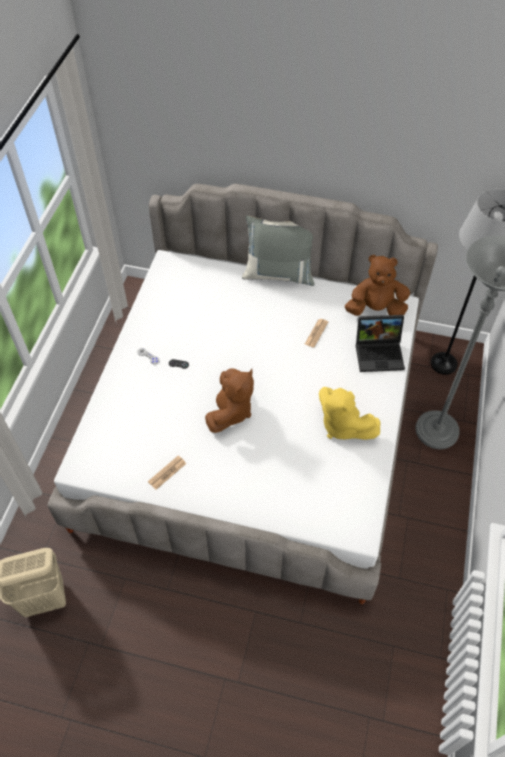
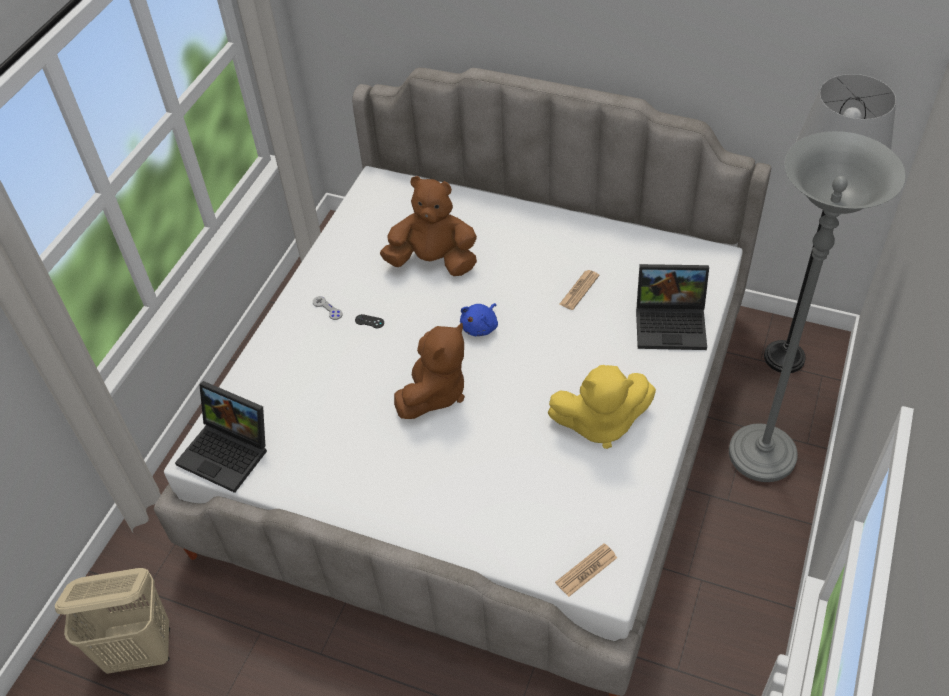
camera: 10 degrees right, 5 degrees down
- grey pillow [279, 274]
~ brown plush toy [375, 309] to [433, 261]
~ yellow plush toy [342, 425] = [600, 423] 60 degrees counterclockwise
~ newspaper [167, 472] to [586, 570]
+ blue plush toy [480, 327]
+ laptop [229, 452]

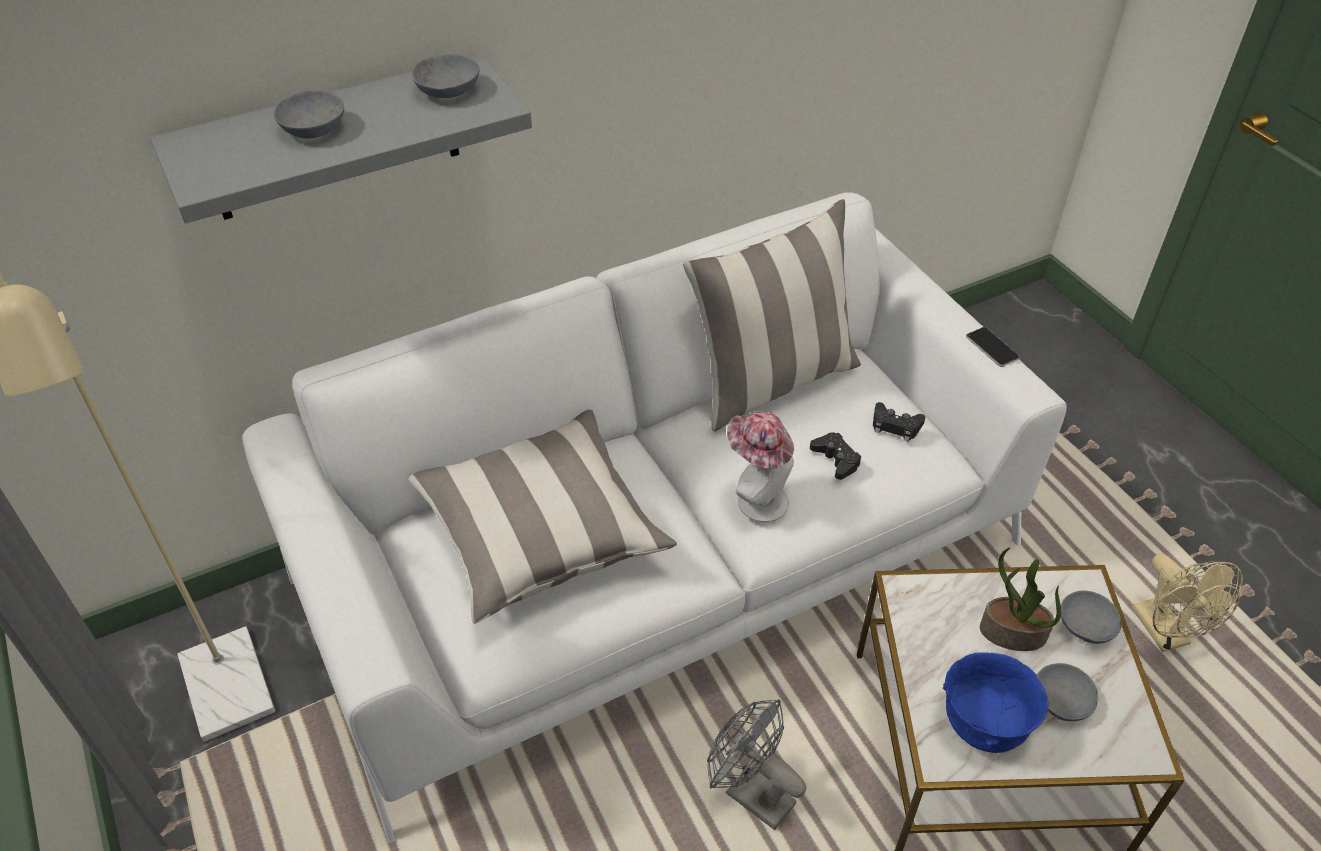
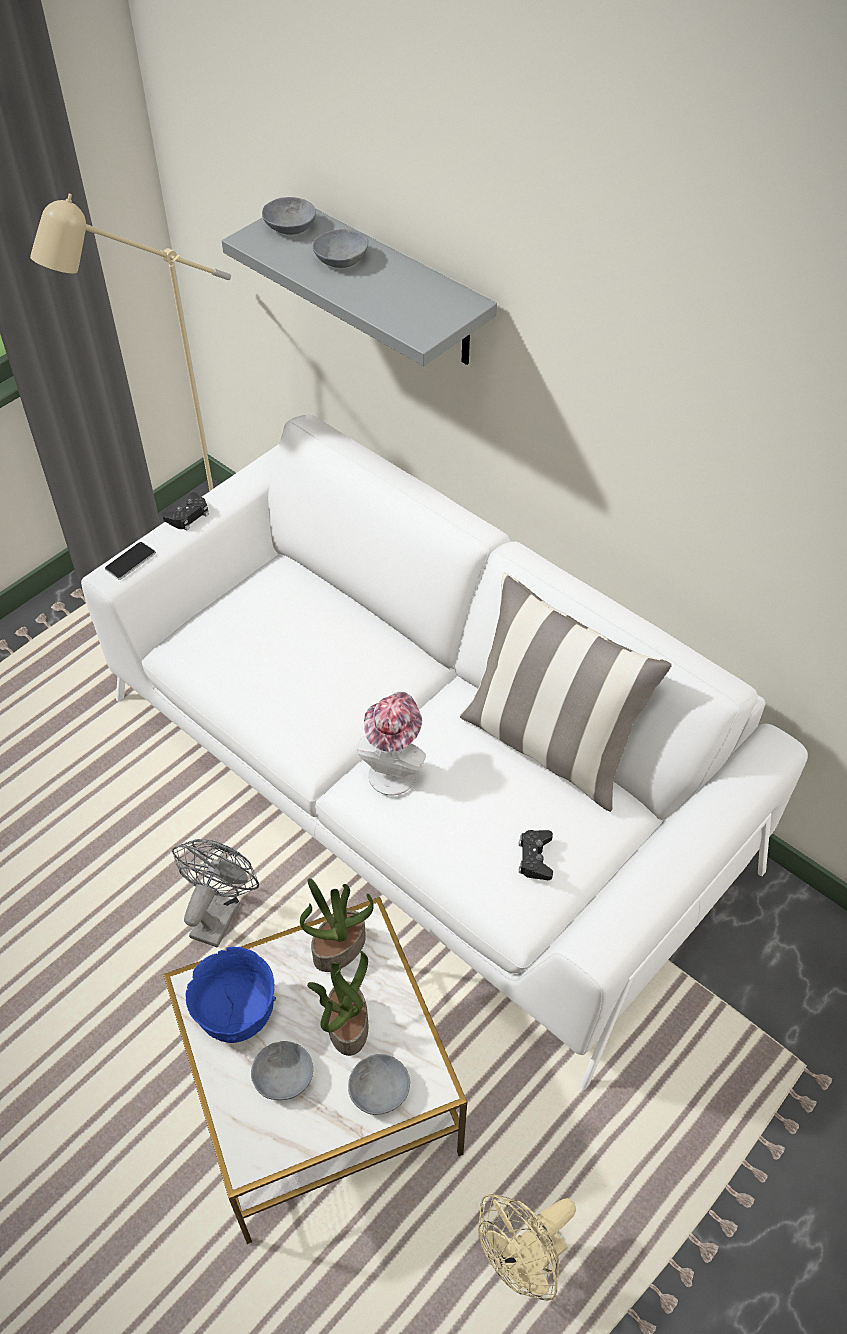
camera: 70 degrees right, 5 degrees up
~ grey bowl [448, 91] to [288, 227]
~ phone [992, 348] to [130, 561]
- pillow [540, 533]
~ black game controller [836, 459] to [188, 516]
+ potted plant [339, 946]

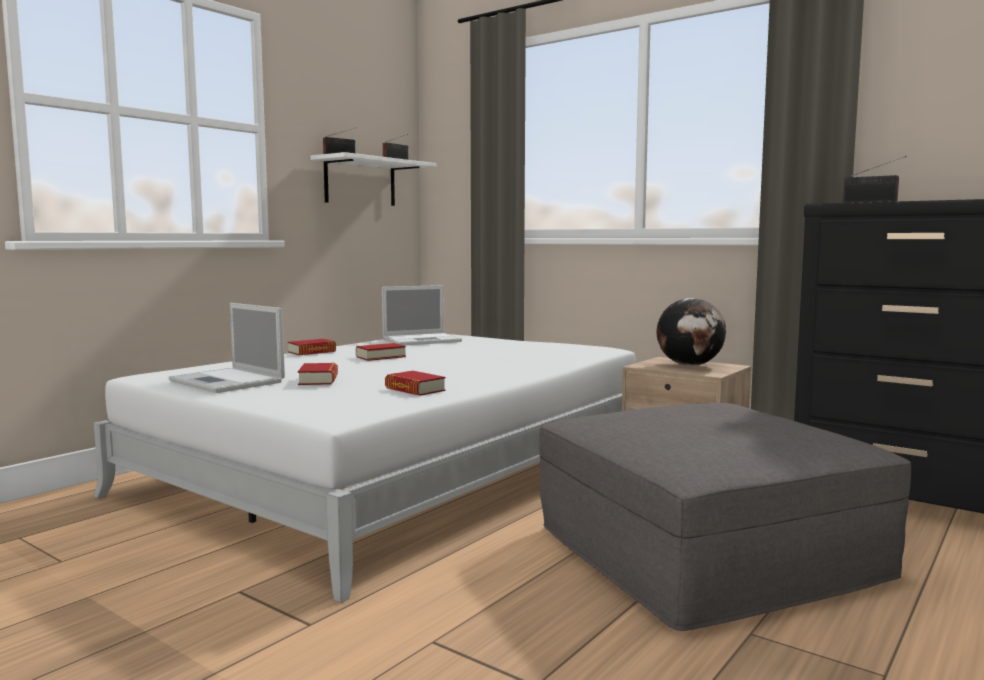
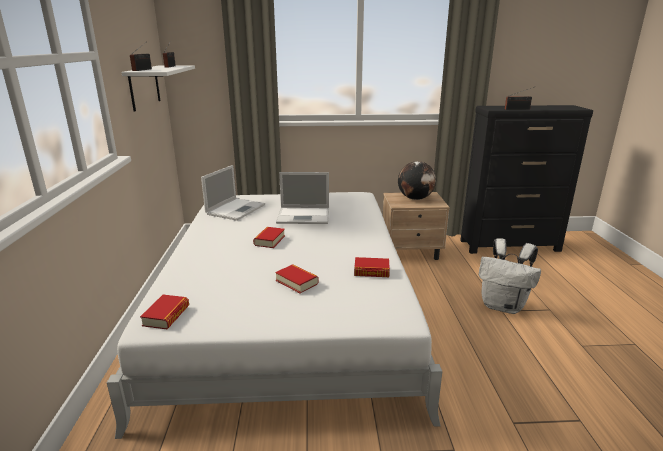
camera: 40 degrees left, 15 degrees up
~ laptop [228, 381] to [304, 216]
~ book [312, 352] to [166, 316]
~ grey ottoman [707, 552] to white backpack [503, 306]

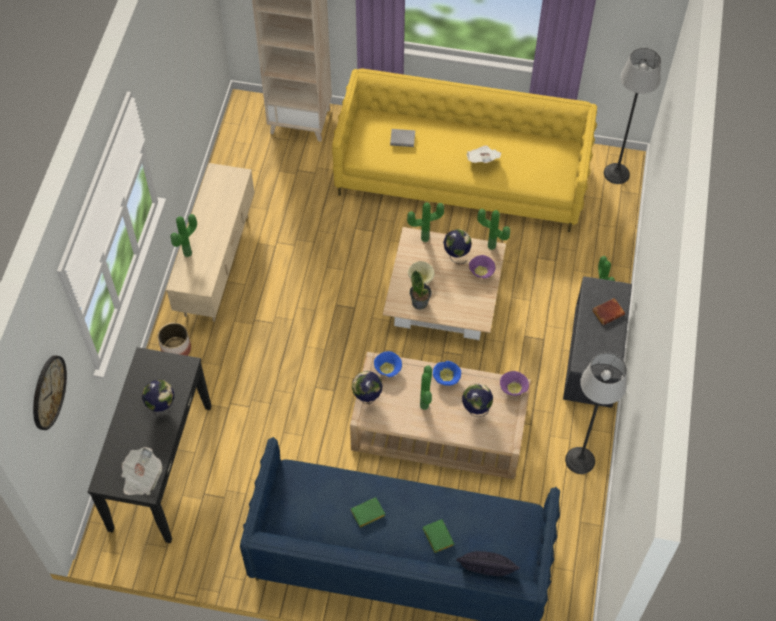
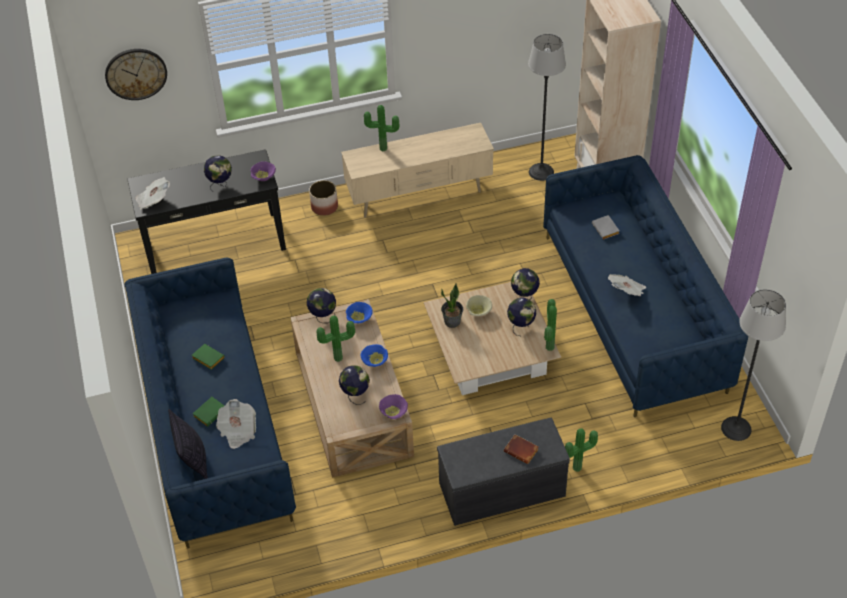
camera: 65 degrees right, 10 degrees down
~ yellow sofa [461, 177] to blue sofa [633, 312]
~ potted plant [424, 237] to globe [524, 297]
~ purple bowl [482, 272] to [263, 178]
~ floor lamp [580, 460] to [541, 172]
+ newspaper [238, 431]

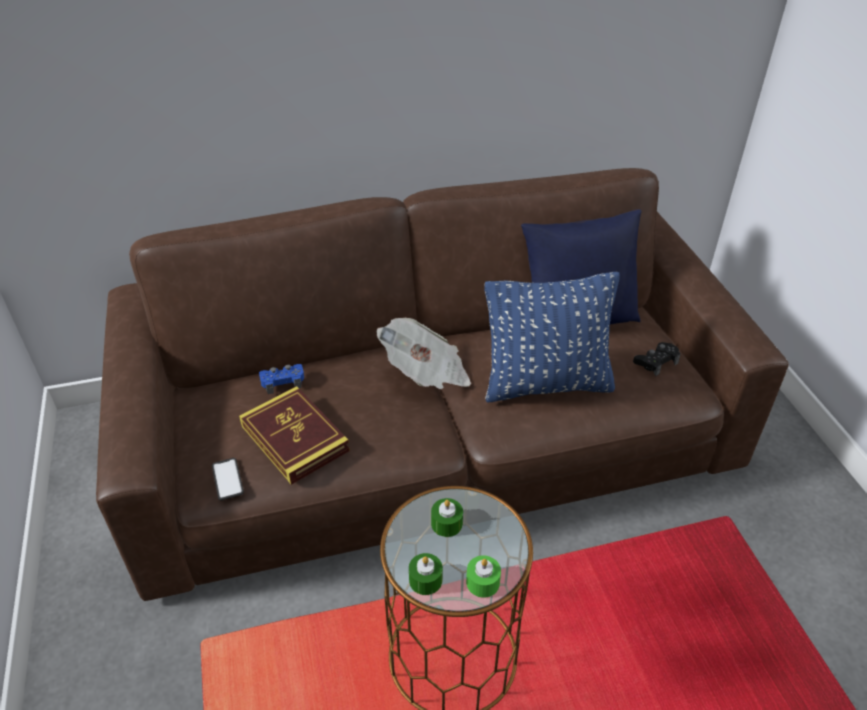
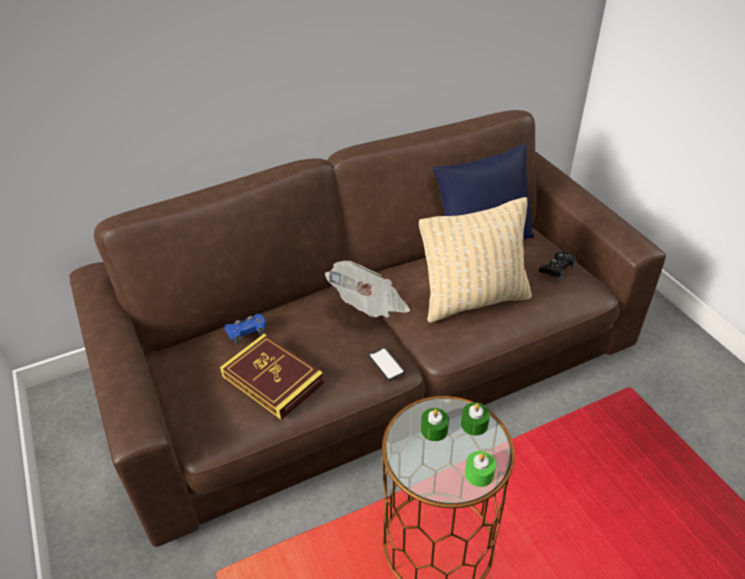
camera: 10 degrees left, 0 degrees up
~ blue pillow [546, 384] to beige pillow [473, 300]
~ phone [227, 479] to [386, 364]
~ green candle [425, 580] to [474, 424]

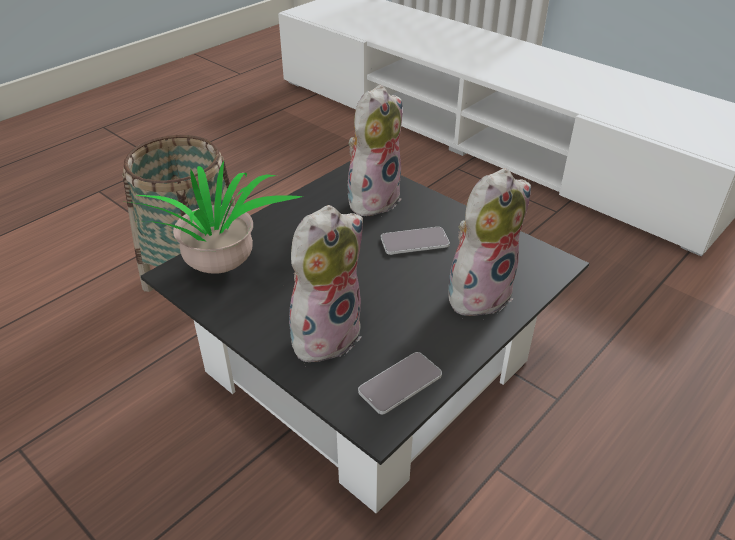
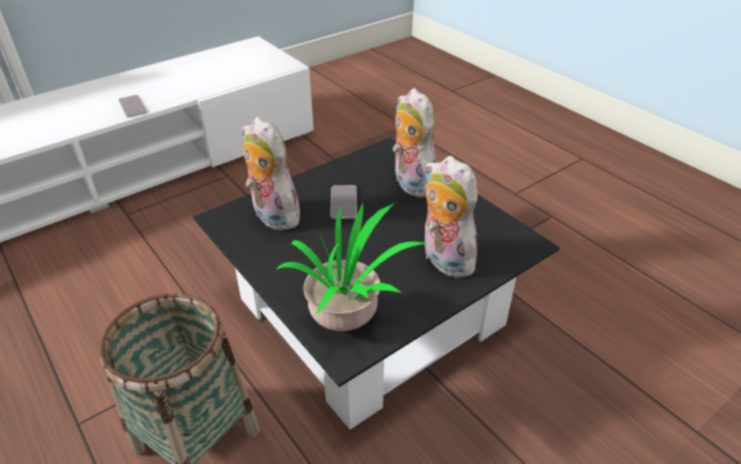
camera: 80 degrees left, 0 degrees up
~ phone [400, 383] to [132, 107]

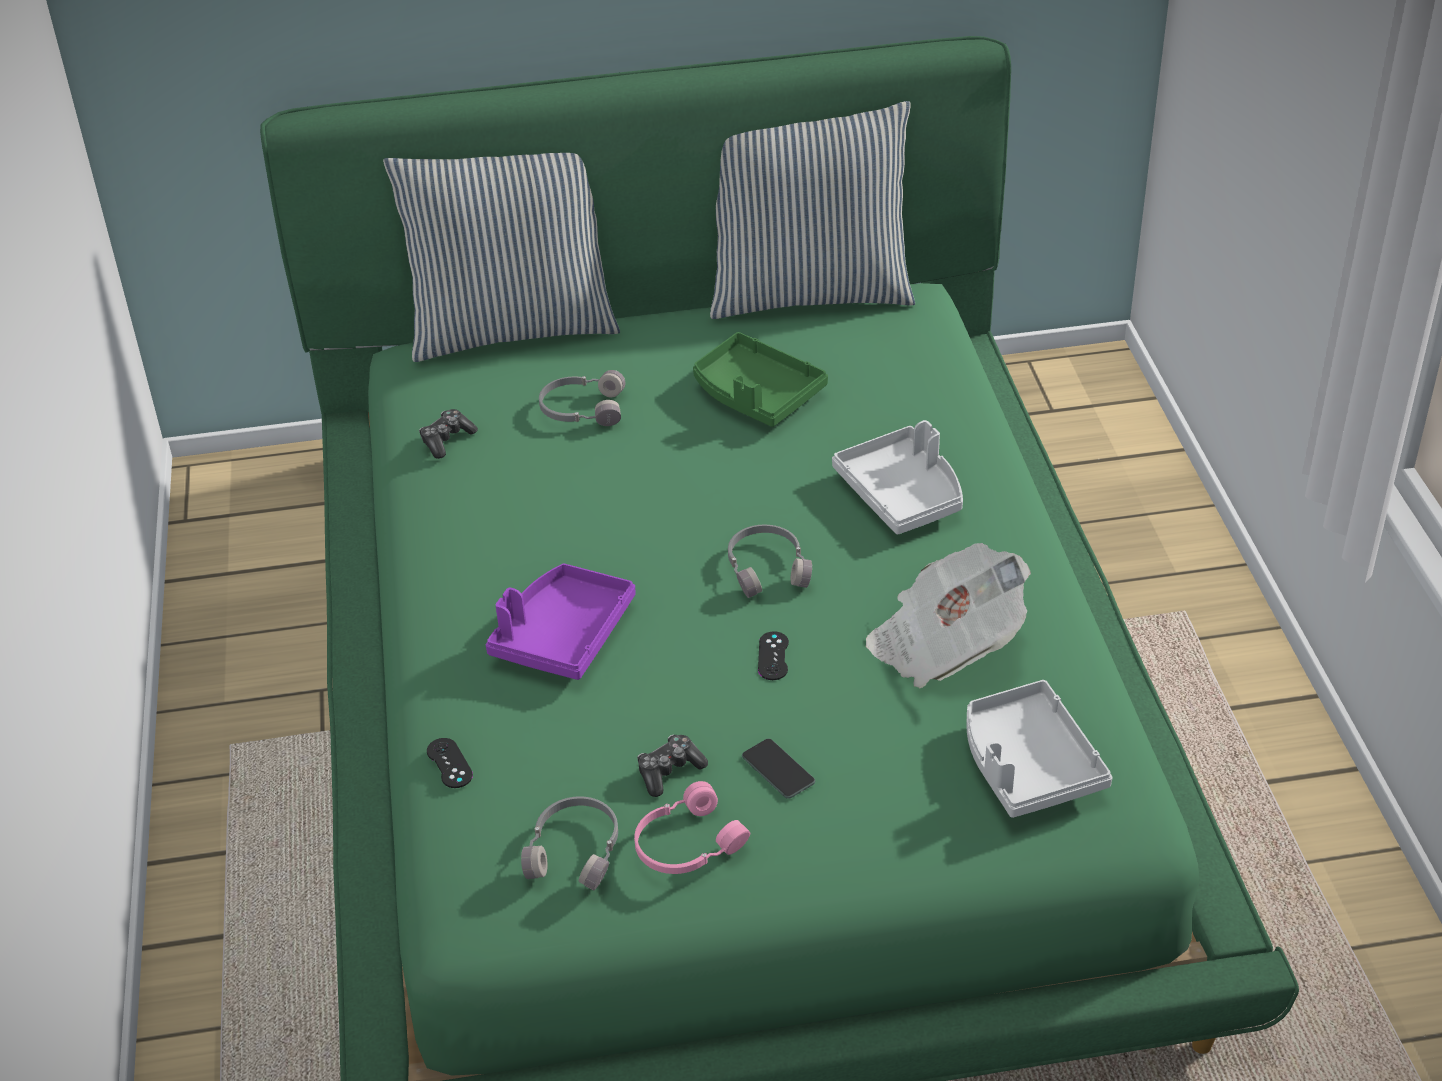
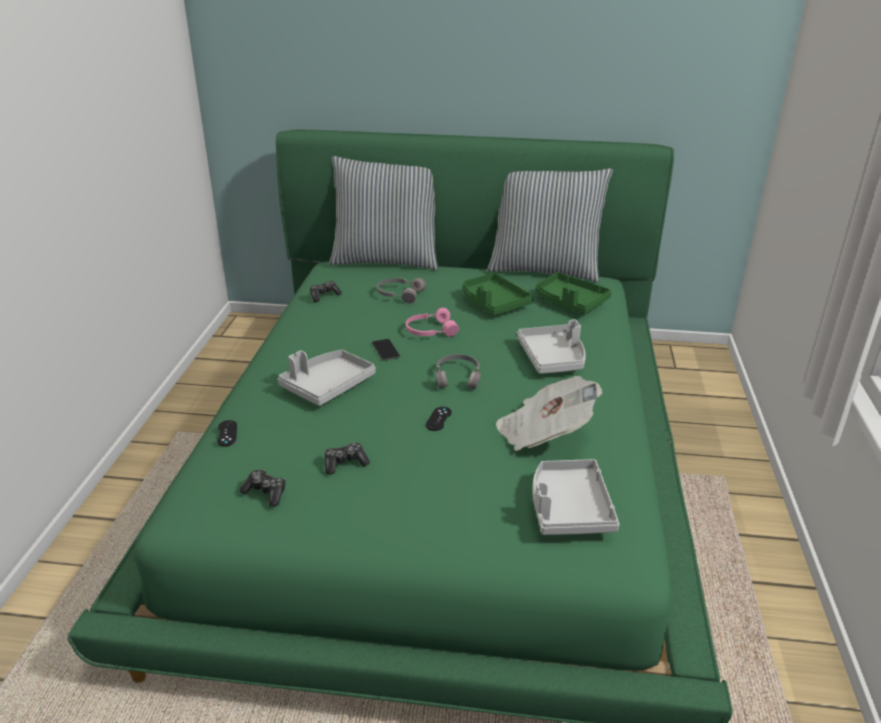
camera: 15 degrees right, 10 degrees down
~ purple tray [562, 635] to grey tray [327, 386]
~ phone [778, 769] to [385, 350]
~ pink headphones [686, 844] to [430, 330]
~ grey headphones [576, 851] to game controller [265, 493]
+ green tray [570, 302]

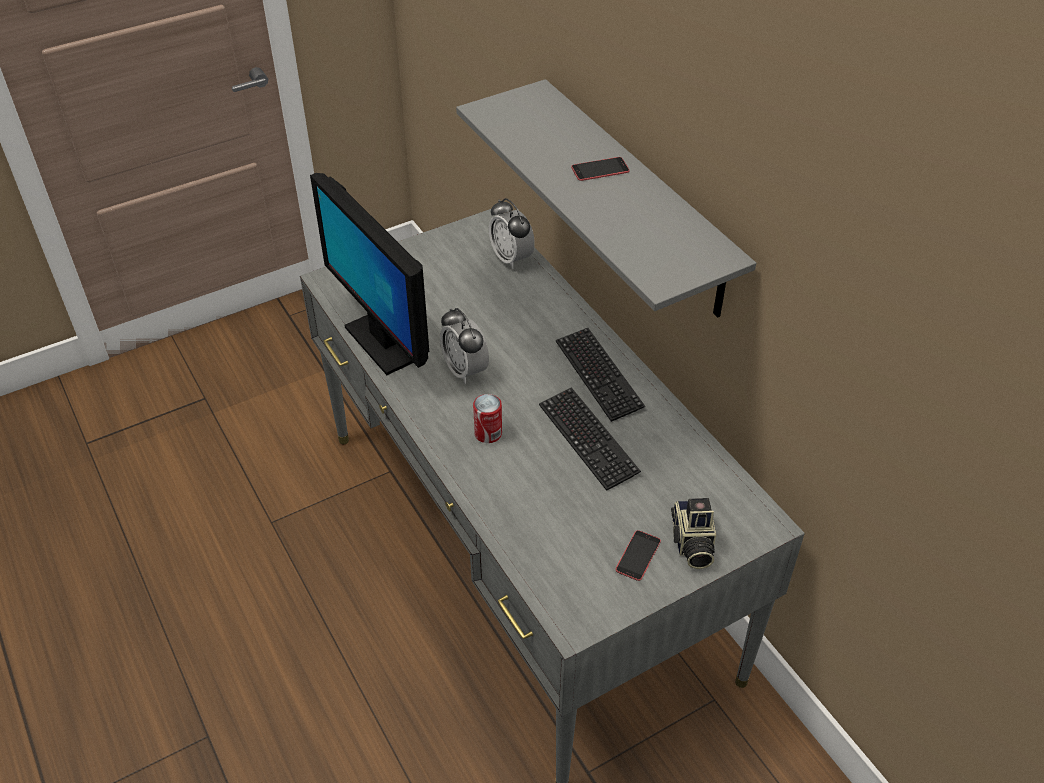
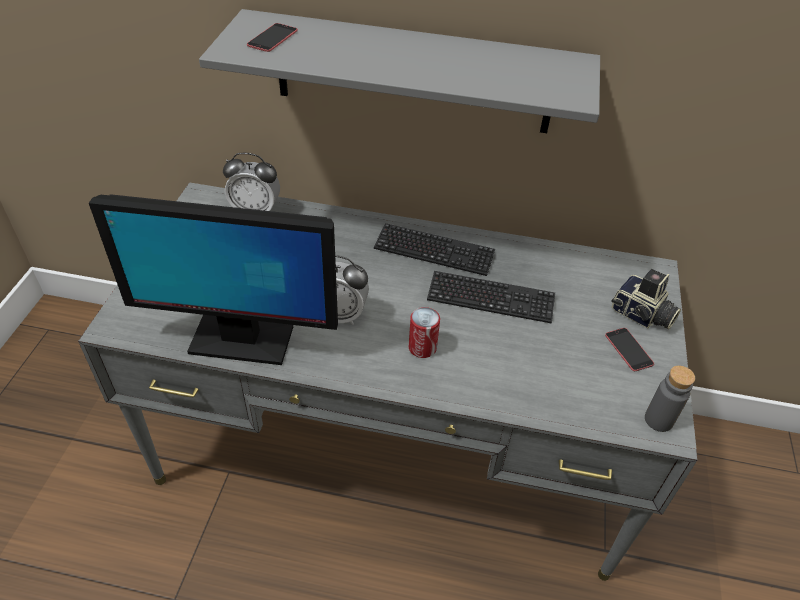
camera: 50 degrees left, 0 degrees up
~ phone [600, 169] to [272, 38]
+ grey bottle [658, 420]

